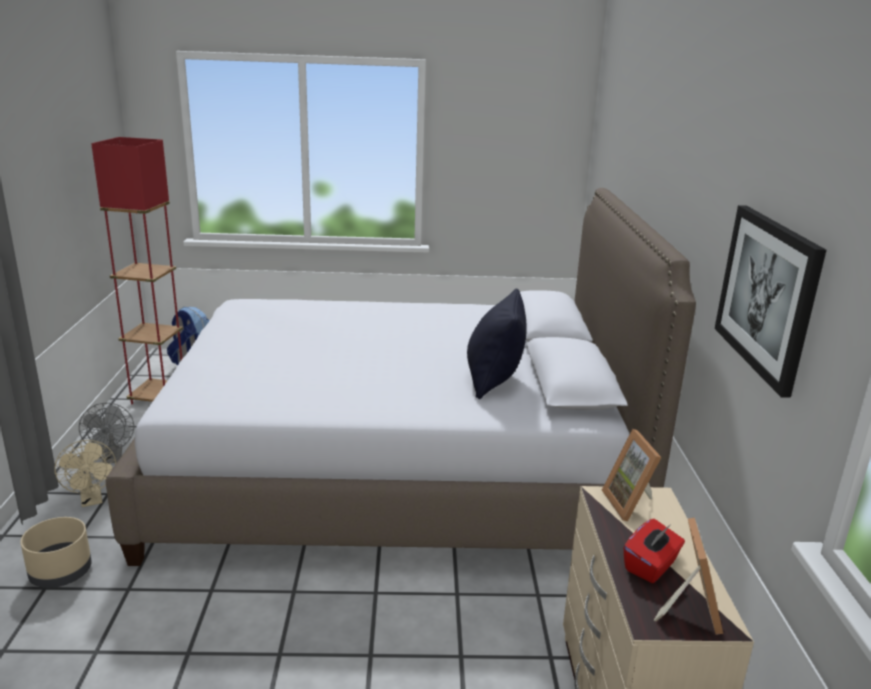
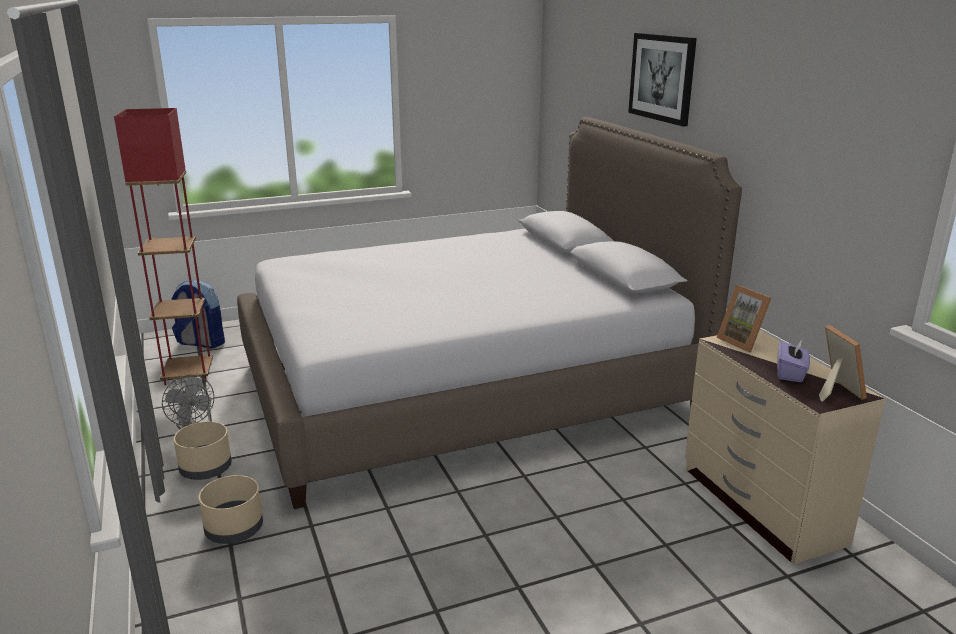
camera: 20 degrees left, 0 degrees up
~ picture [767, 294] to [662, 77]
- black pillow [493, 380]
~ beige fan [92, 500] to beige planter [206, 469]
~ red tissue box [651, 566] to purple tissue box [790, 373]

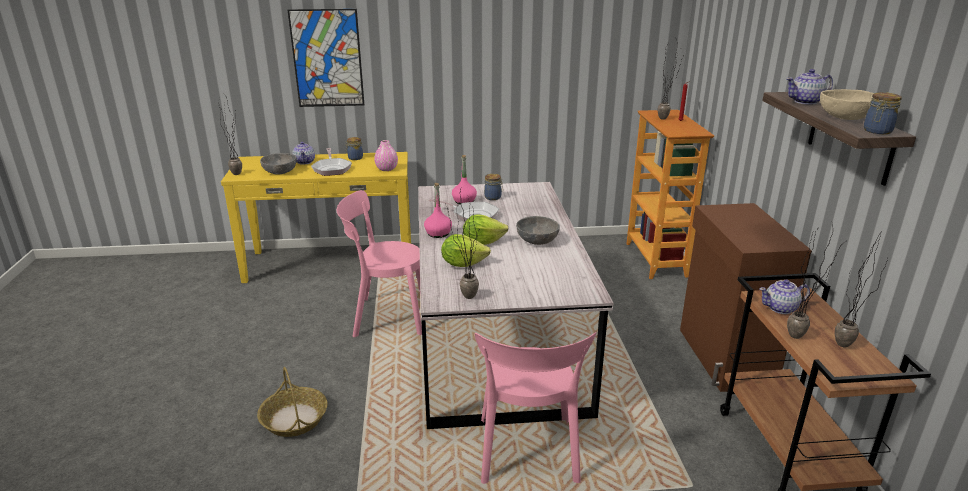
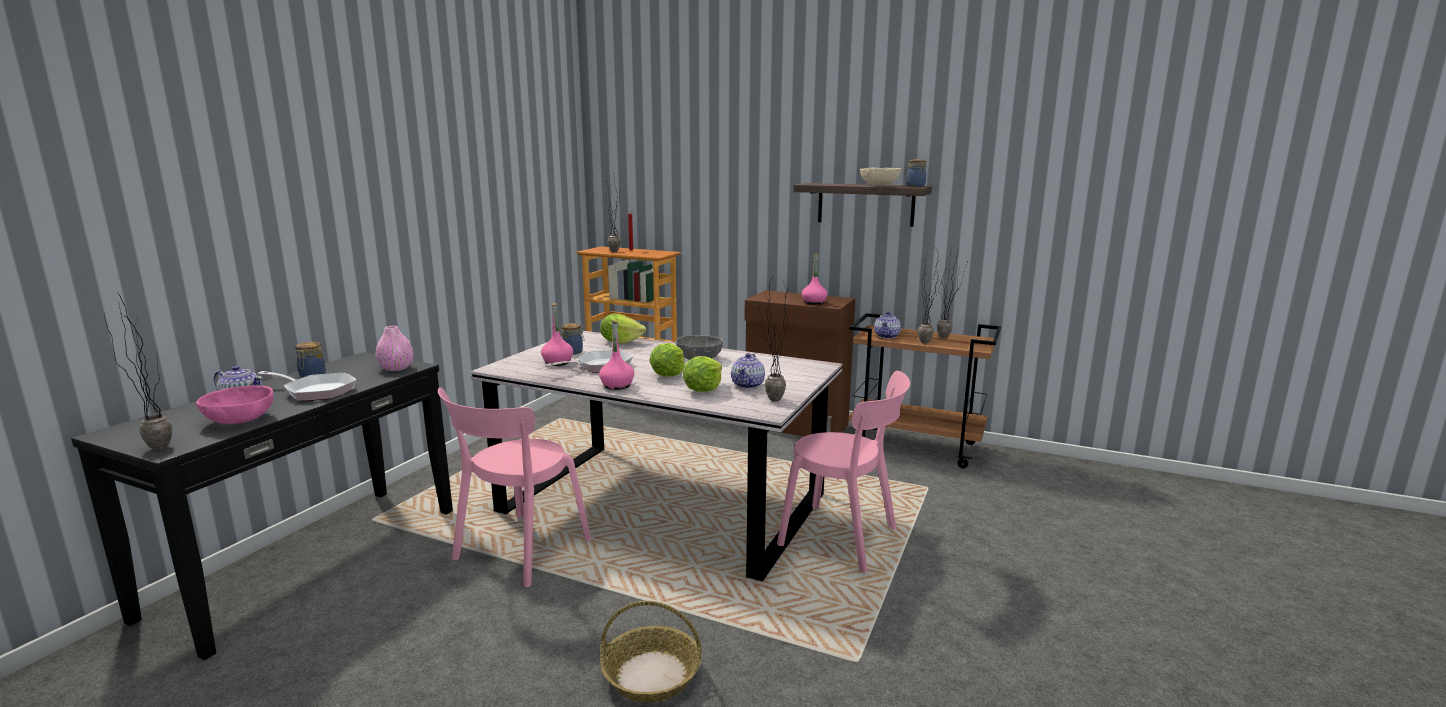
camera: 60 degrees left, 10 degrees down
- picture [327, 58]
~ teapot [806, 102] to [748, 385]
~ yellow console table [331, 263] to black console table [309, 560]
~ grey bowl [280, 172] to pink bowl [239, 419]
+ pink bottle [814, 302]
+ lettuce [621, 342]

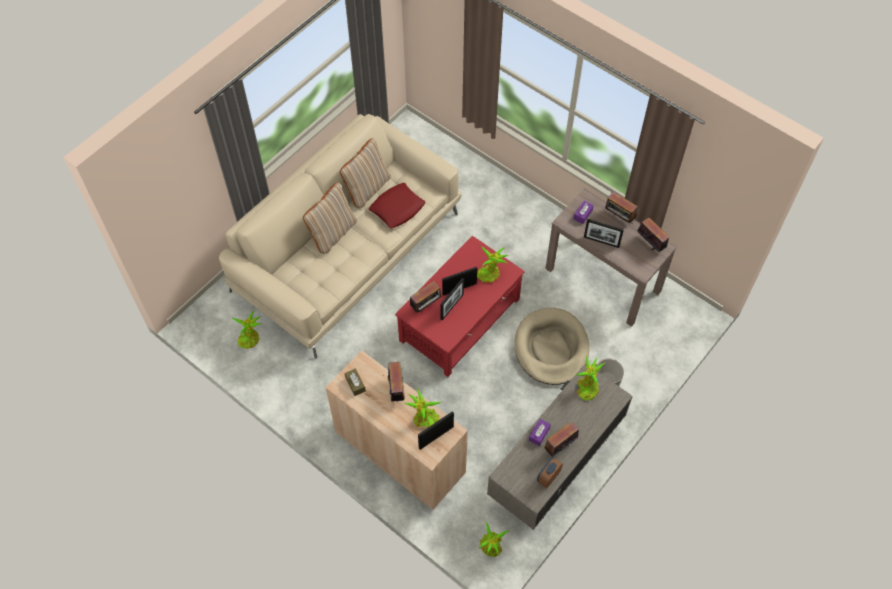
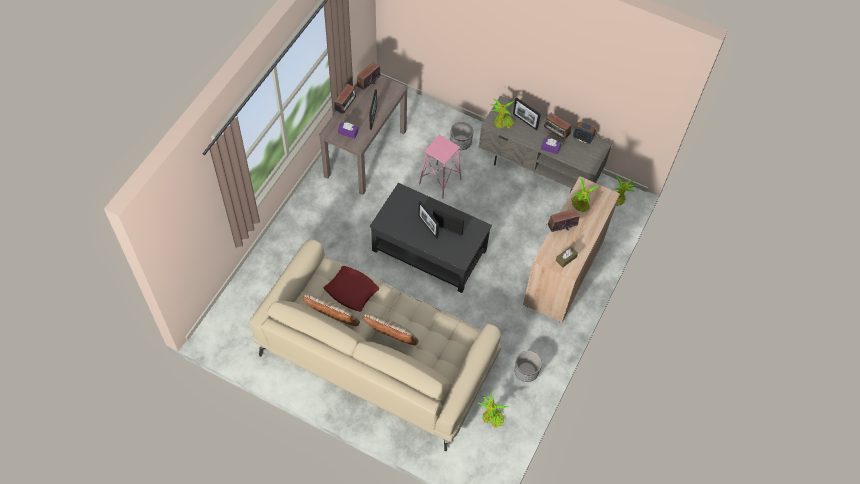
camera: 105 degrees left, 0 degrees up
~ red coffee table [460, 319] to black coffee table [429, 250]
- potted plant [490, 273]
- radio [426, 305]
~ beige dog bed [551, 348] to pink stool [440, 181]
~ picture frame [436, 437] to [525, 121]
+ planter [526, 371]

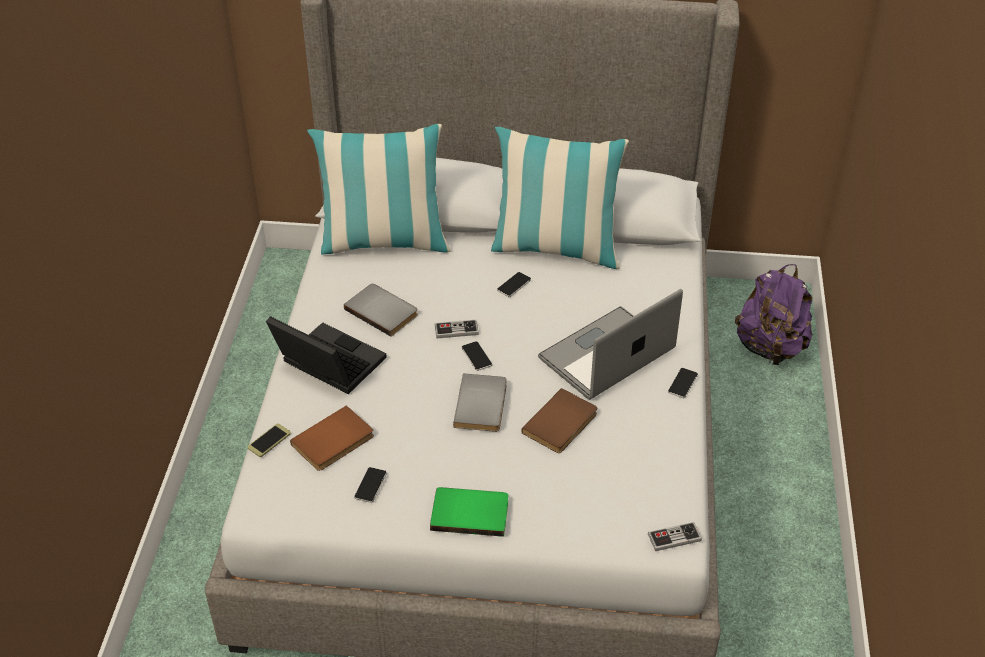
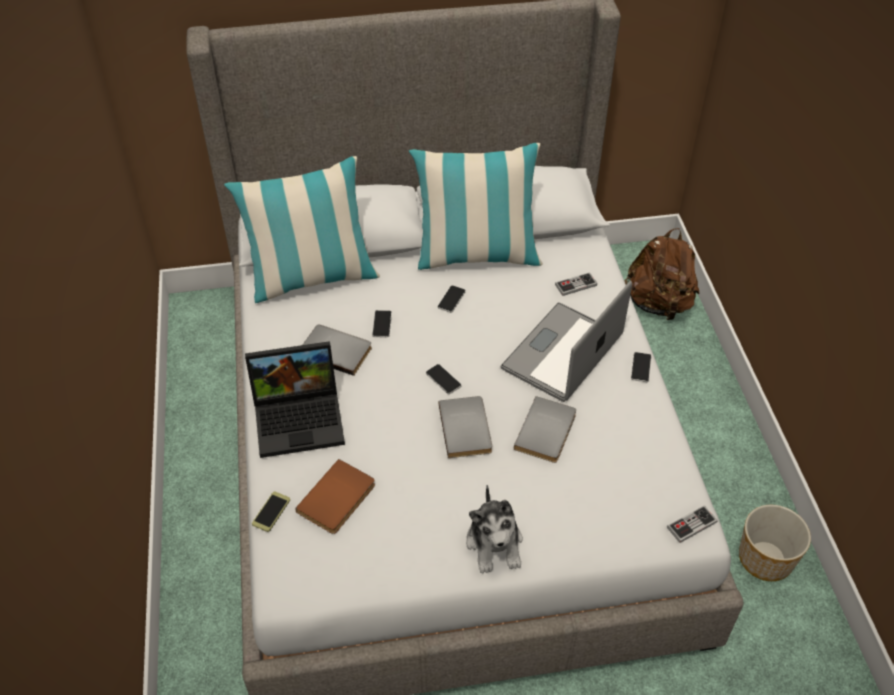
camera: 15 degrees left, 5 degrees up
~ purple backpack [770, 347] to brown backpack [658, 304]
~ laptop [326, 364] = [301, 417] 150 degrees clockwise
~ game controller [456, 330] to [575, 285]
~ brown book [562, 424] to grey book [547, 432]
~ phone [370, 485] to [382, 324]
~ green book [470, 512] to plush toy [495, 543]
+ planter [766, 558]

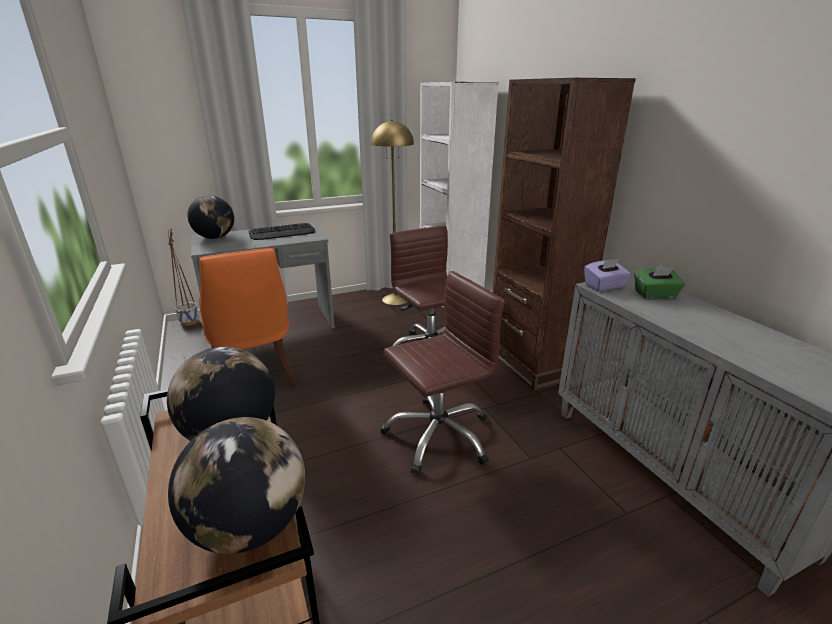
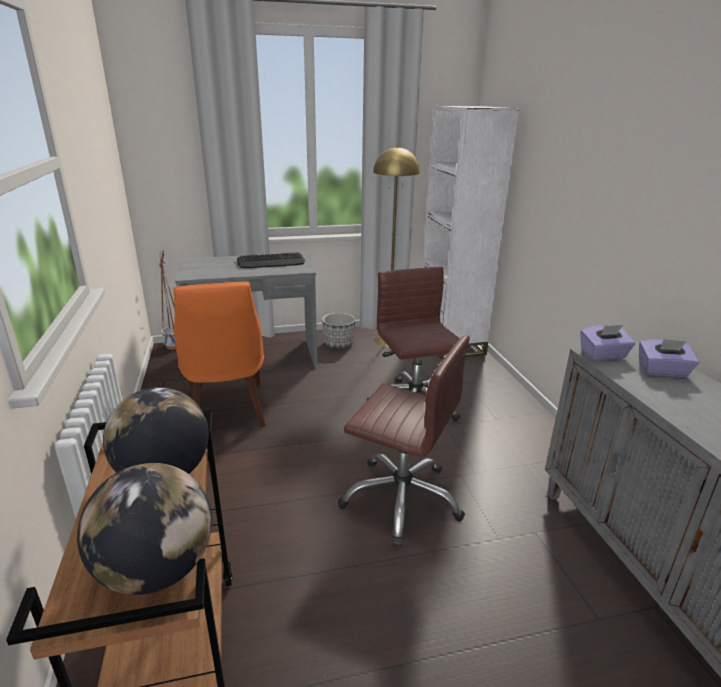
camera: 10 degrees right, 0 degrees up
- brown bookcase [531, 363]
- globe [215, 237]
~ green tissue box [655, 295] to purple tissue box [663, 371]
~ brown office chair [438, 435] = [402, 499] 45 degrees clockwise
+ planter [339, 344]

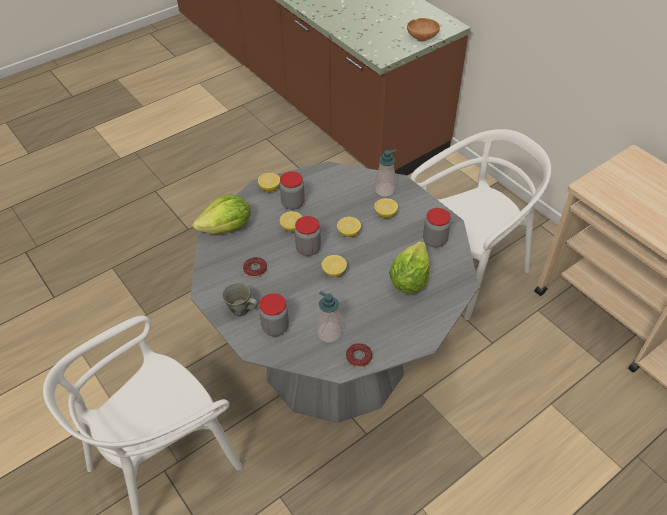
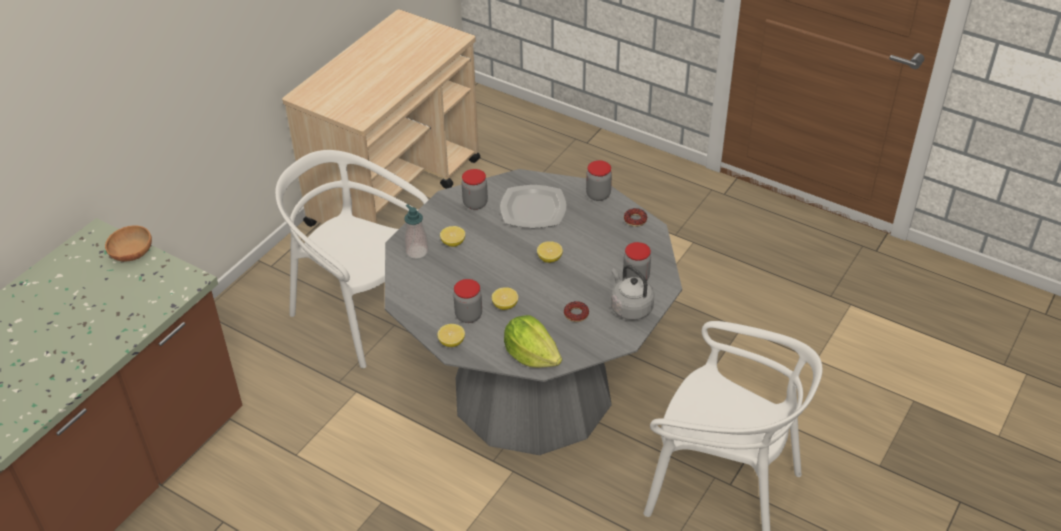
camera: 110 degrees left, 5 degrees down
~ jar [308, 249] to [598, 195]
- lemon [348, 233]
~ lettuce [409, 280] to plate [534, 209]
~ grey mug [241, 309] to grey kettle [630, 307]
- soap dispenser [329, 333]

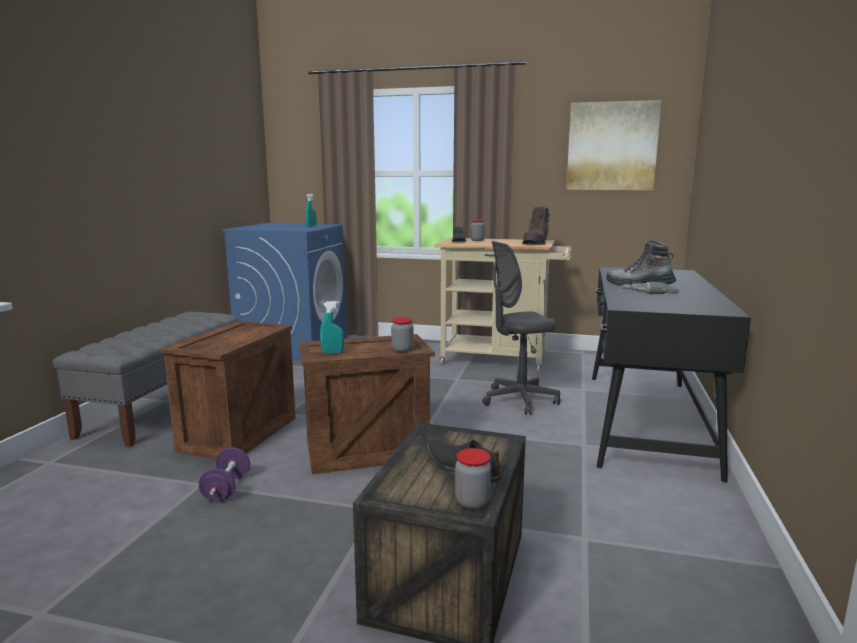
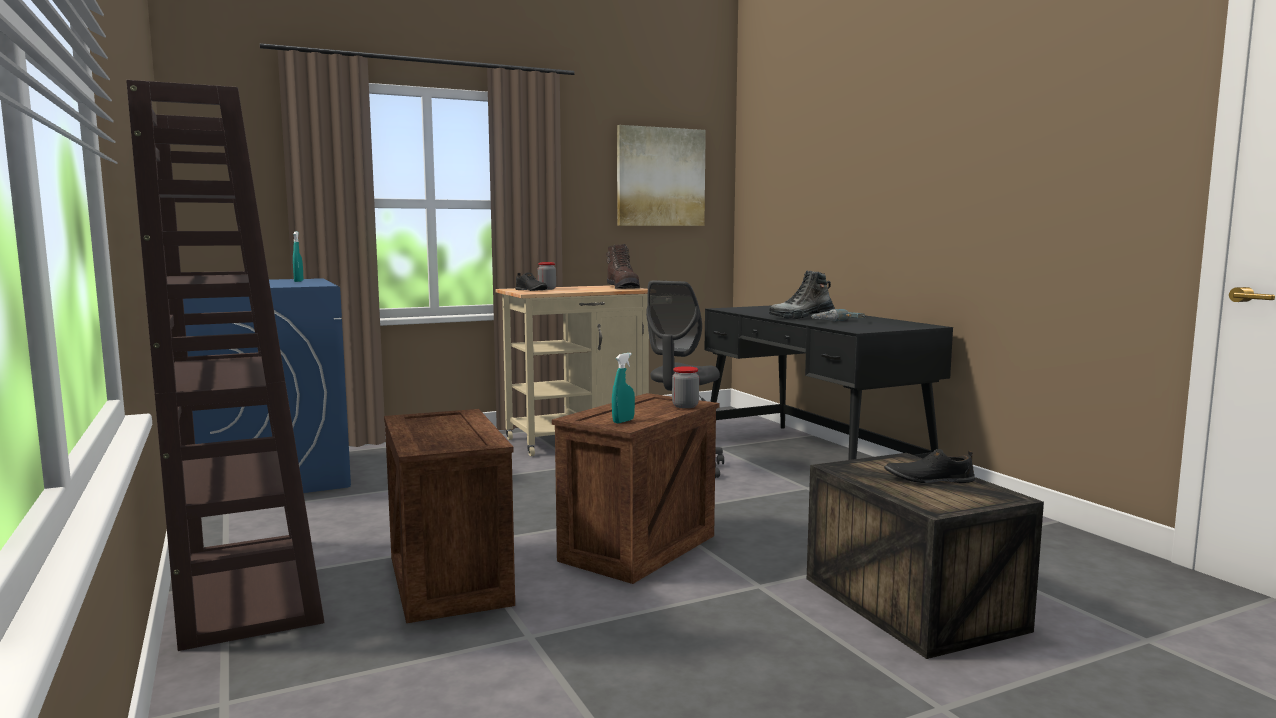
camera: 40 degrees left, 5 degrees down
~ grey bench [165, 406] to brown bookcase [247, 588]
- purple dumbbell [226, 489]
- jar [472, 502]

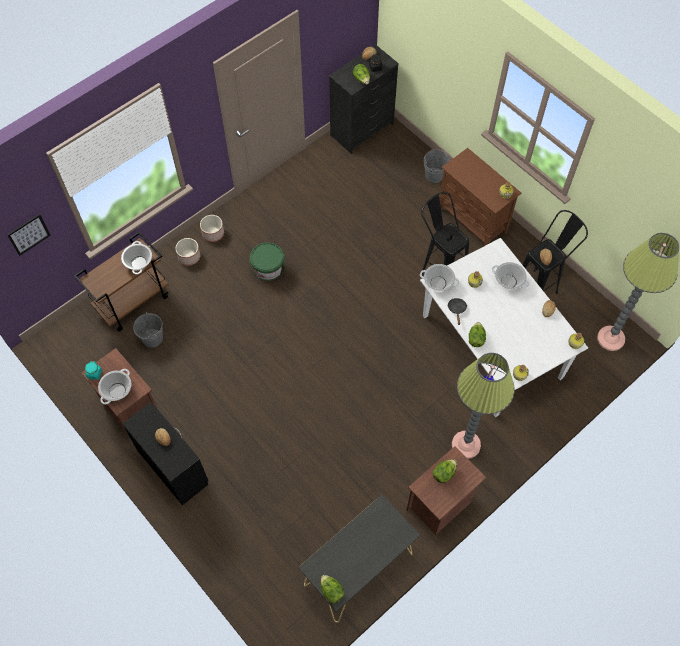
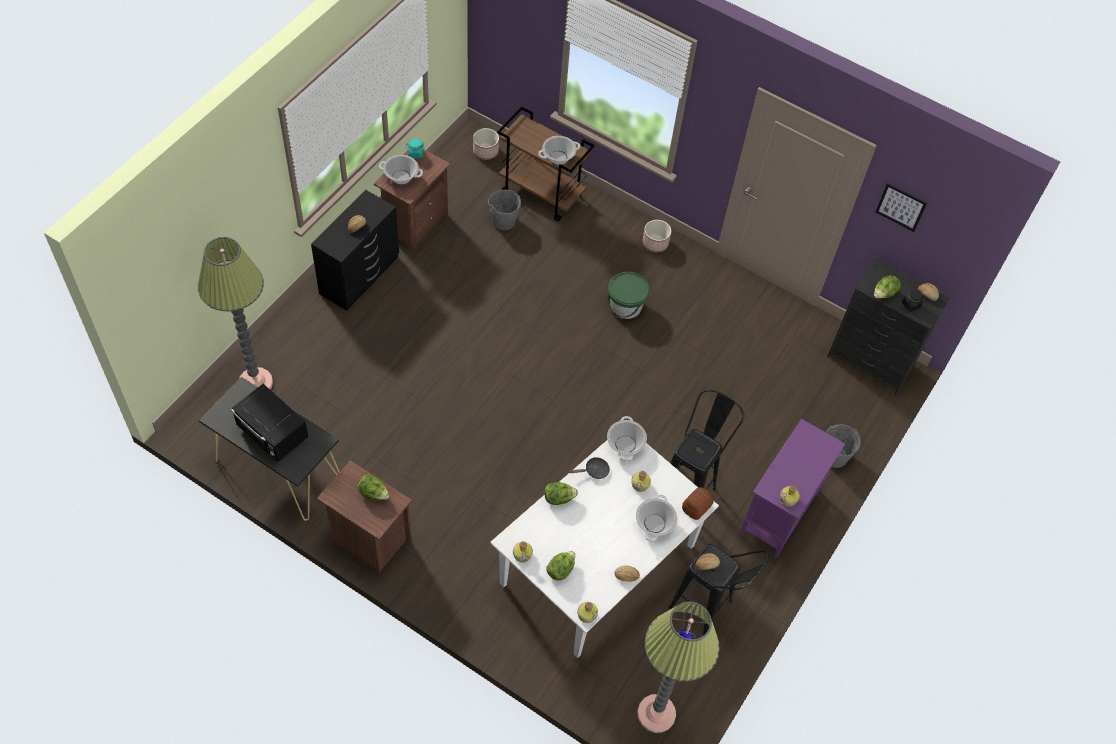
camera: 70 degrees right, 5 degrees down
~ brown cabinet [472, 221] to purple cabinet [779, 513]
~ picture [28, 234] to [901, 207]
~ planter [189, 257] to [485, 151]
~ floor lamp [466, 445] to [255, 383]
~ lettuce [331, 591] to [560, 570]
+ black microwave [273, 435]
+ bread [697, 507]

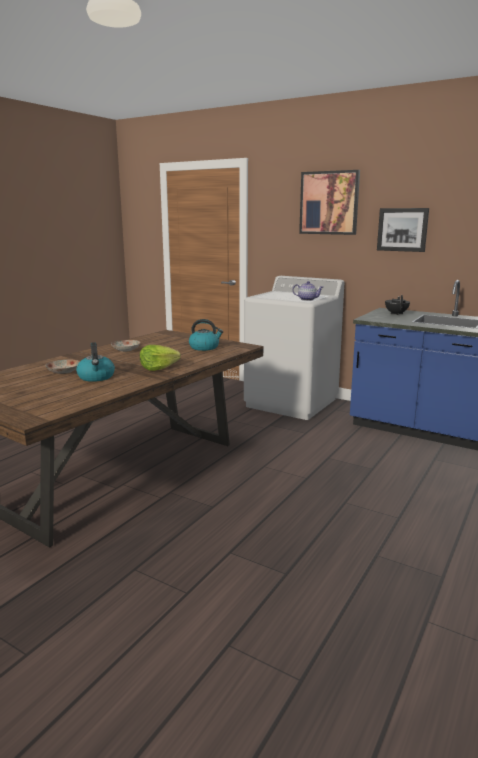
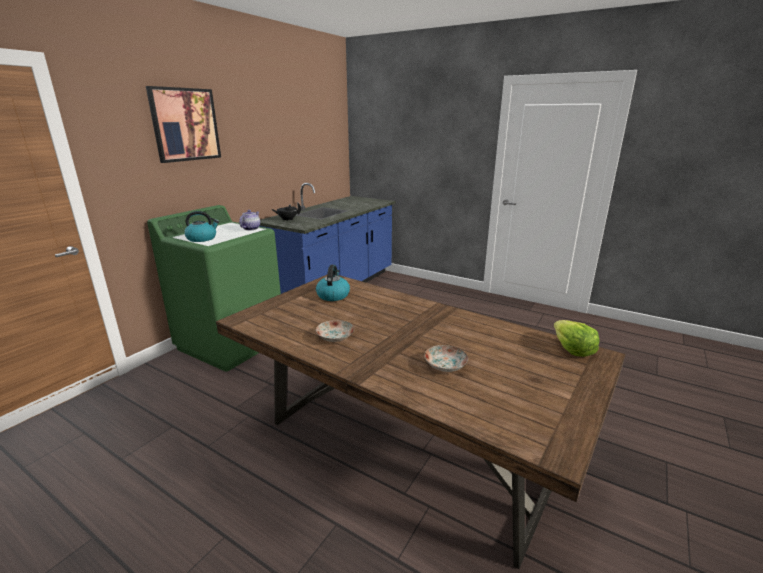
camera: 90 degrees left, 5 degrees up
- picture [402, 229]
~ white washing machine [292, 403] to green washing machine [232, 343]
~ kettle [96, 377] to [202, 238]
~ lettuce [158, 368] to [572, 349]

